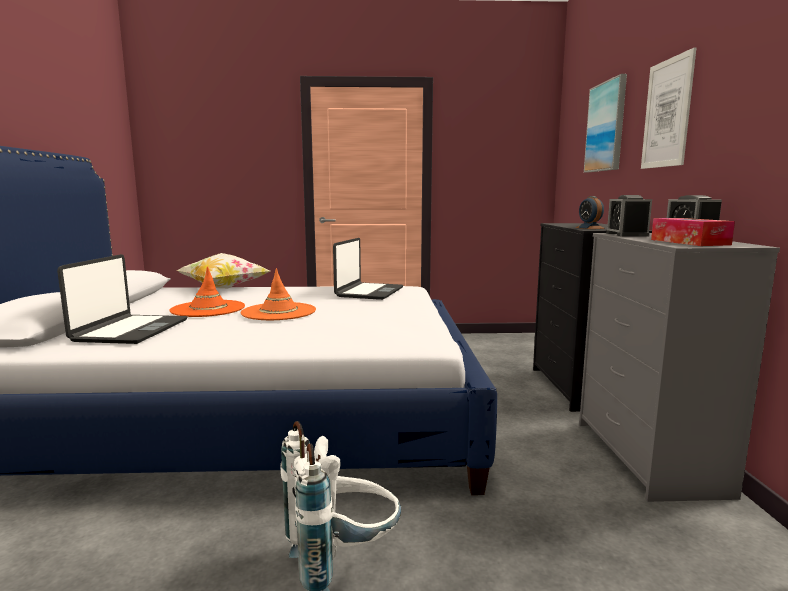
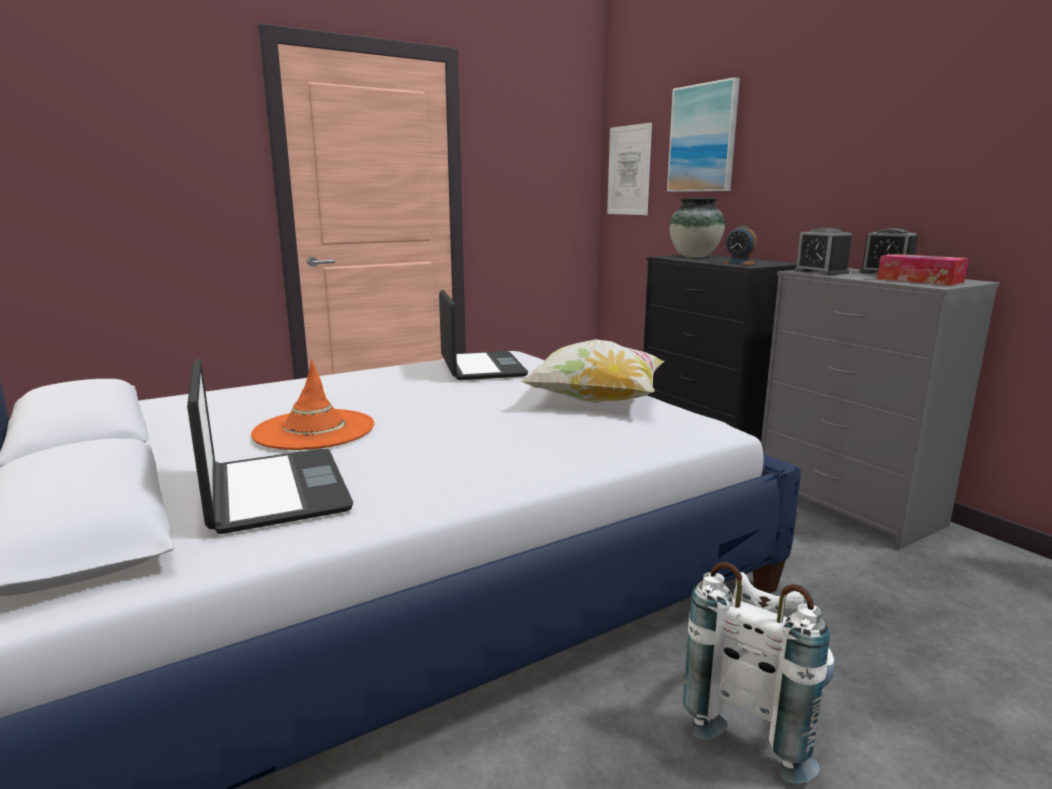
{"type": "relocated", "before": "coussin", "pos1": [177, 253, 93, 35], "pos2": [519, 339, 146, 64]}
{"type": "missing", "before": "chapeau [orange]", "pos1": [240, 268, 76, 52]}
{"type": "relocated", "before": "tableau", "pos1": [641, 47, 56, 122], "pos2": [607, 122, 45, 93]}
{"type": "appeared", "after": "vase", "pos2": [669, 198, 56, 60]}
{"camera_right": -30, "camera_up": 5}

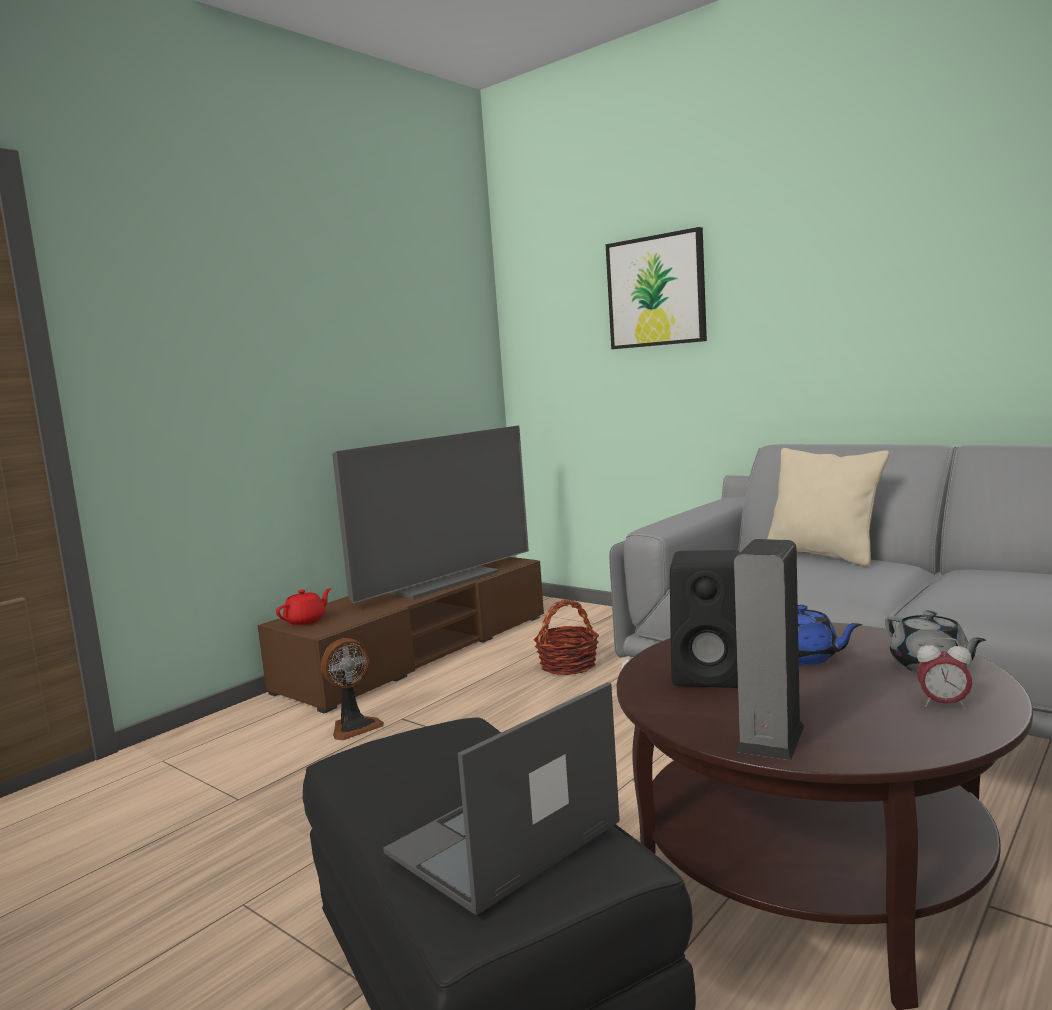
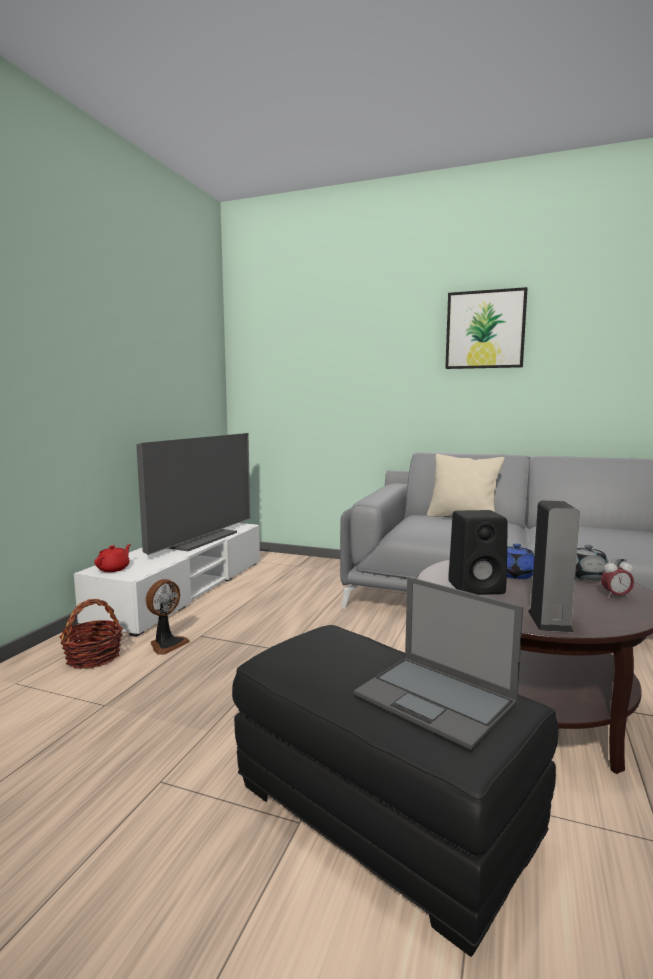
{"type": "colour", "before": "meuble télé [marron]", "after": "meuble télé [blanc]", "pos1": [258, 557, 286, 156], "pos2": [74, 523, 186, 114]}
{"type": "spun", "before": "ordinateur portable", "pos1": [383, 682, 237, 234], "pos2": [354, 577, 169, 173], "turn": -75}
{"type": "relocated", "before": "panier", "pos1": [533, 600, 66, 75], "pos2": [60, 599, 63, 70]}
{"type": "relocated", "before": "tableau", "pos1": [606, 227, 101, 122], "pos2": [445, 287, 83, 82]}
{"camera_right": -20, "camera_up": 0}

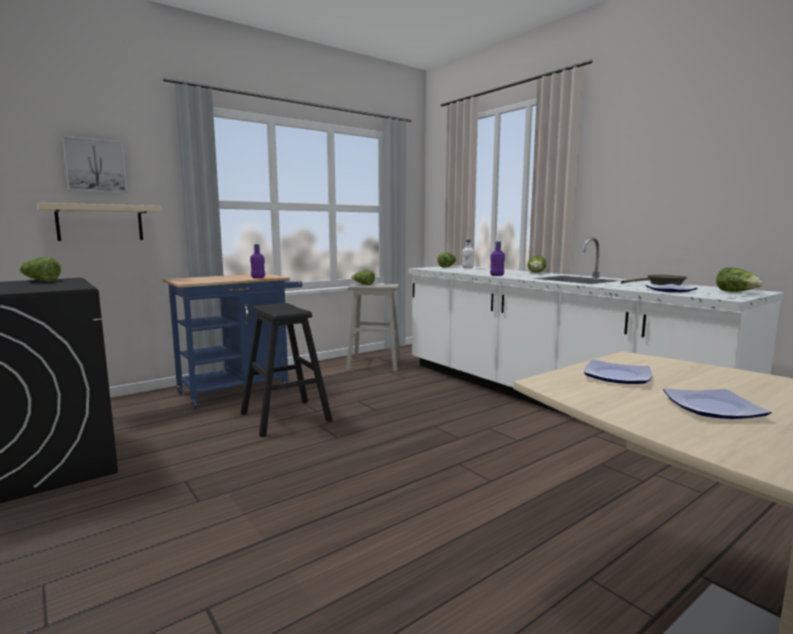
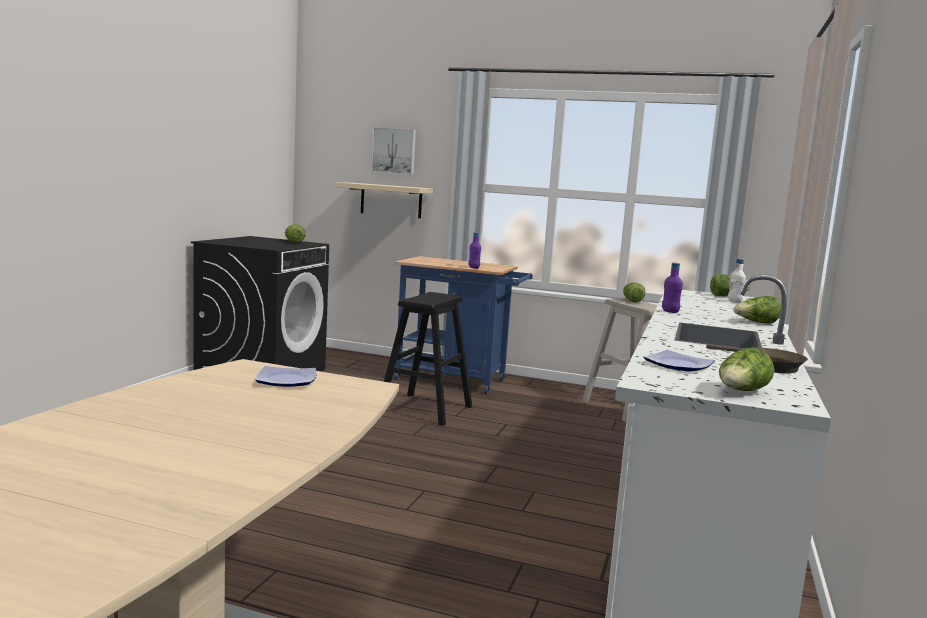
{"type": "missing", "before": "assiette", "pos1": [663, 388, 108, 31]}
{"camera_right": 55, "camera_up": 0}

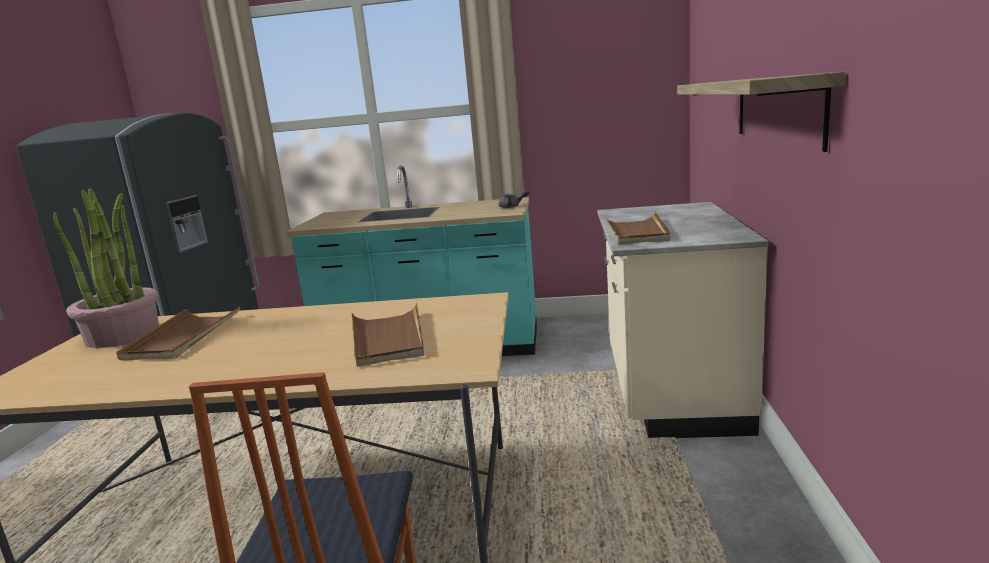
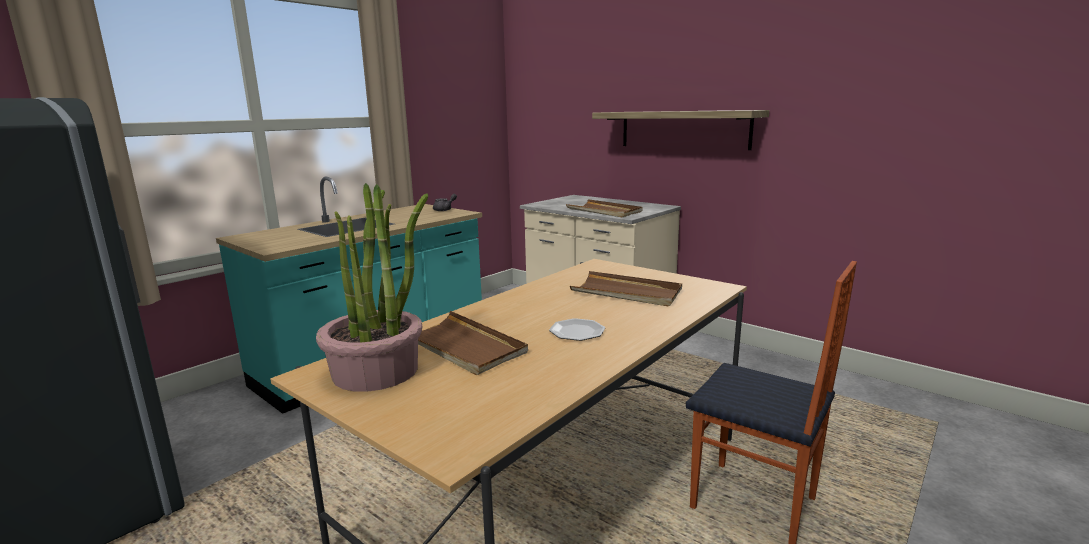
{"type": "appeared", "after": "assiette", "pos2": [549, 318, 56, 23]}
{"camera_right": -55, "camera_up": 0}

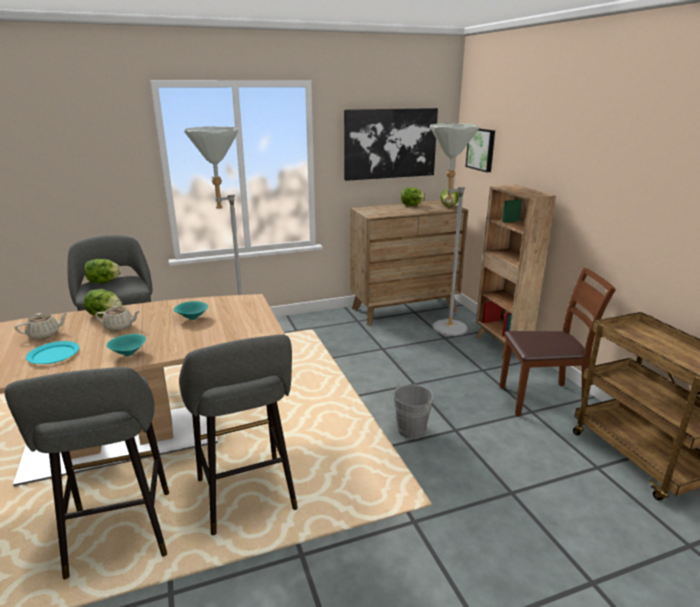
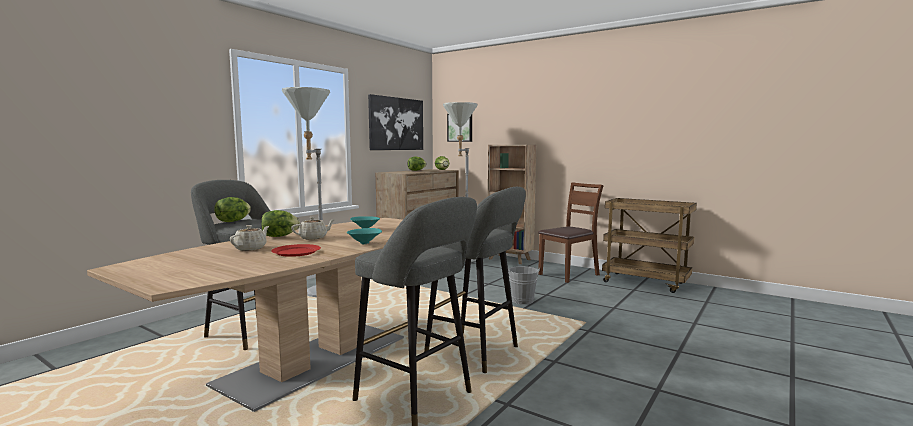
{"type": "colour", "before": "assiette [turquoise]", "after": "assiette [rouge]", "pos1": [26, 341, 54, 23], "pos2": [271, 244, 50, 13]}
{"camera_right": -35, "camera_up": -15}

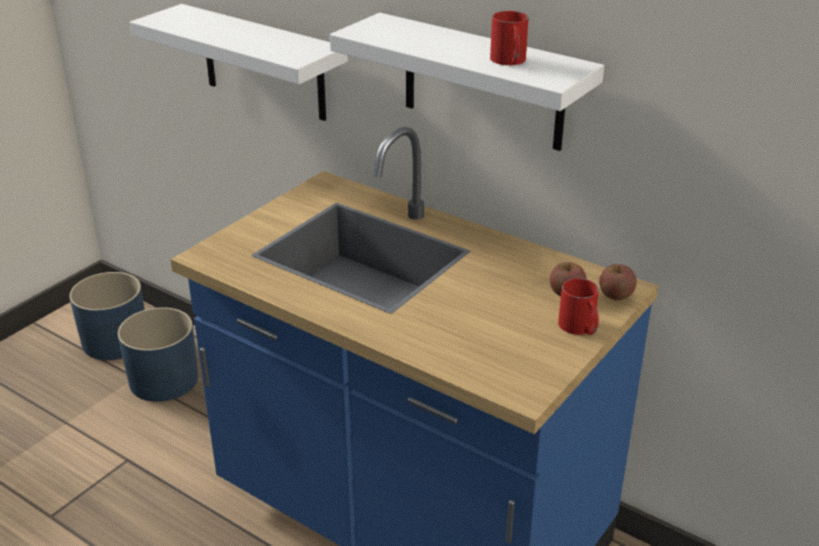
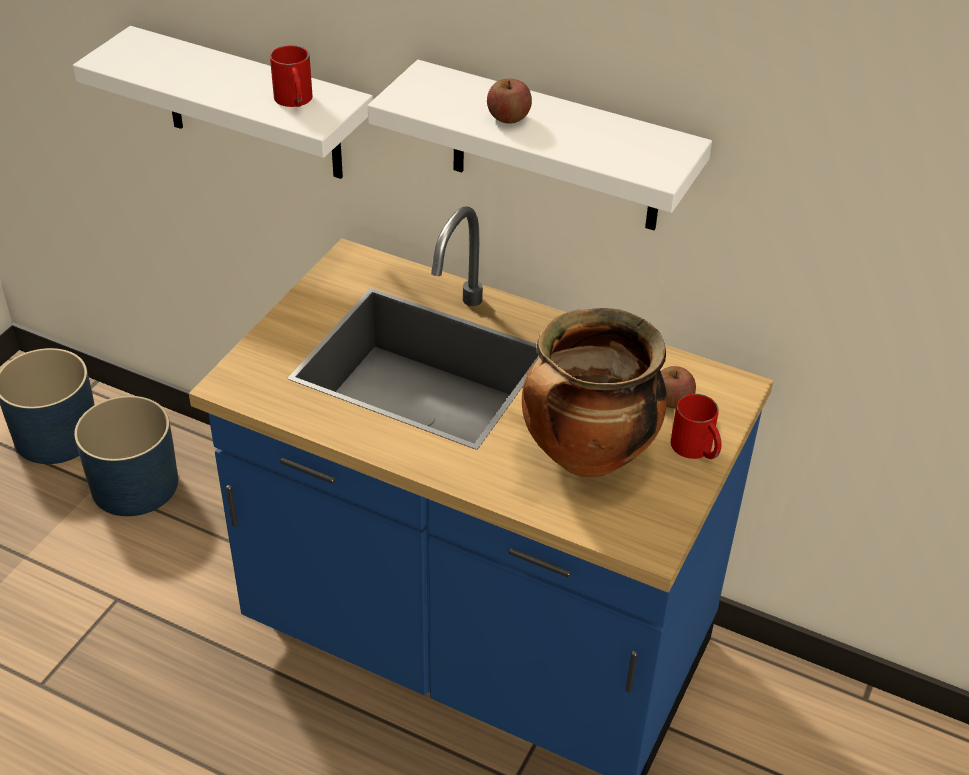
{"type": "relocated", "before": "mug [rouge]", "pos1": [490, 11, 39, 54], "pos2": [270, 45, 43, 62]}
{"type": "relocated", "before": "pomme", "pos1": [599, 264, 38, 36], "pos2": [487, 79, 45, 45]}
{"type": "appeared", "after": "marmite", "pos2": [522, 308, 145, 170]}
{"camera_right": -10, "camera_up": 10}

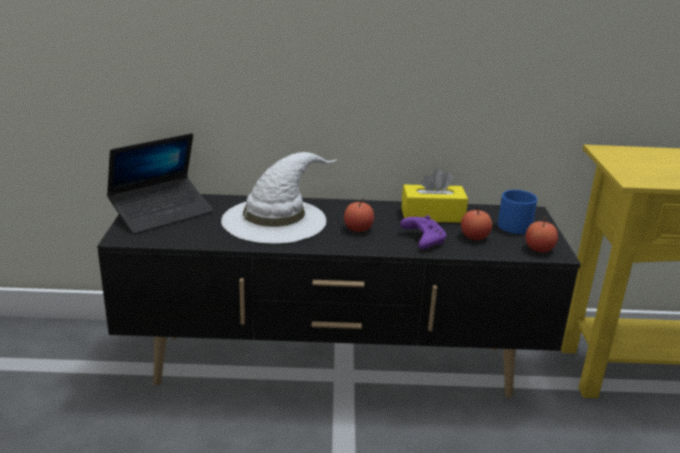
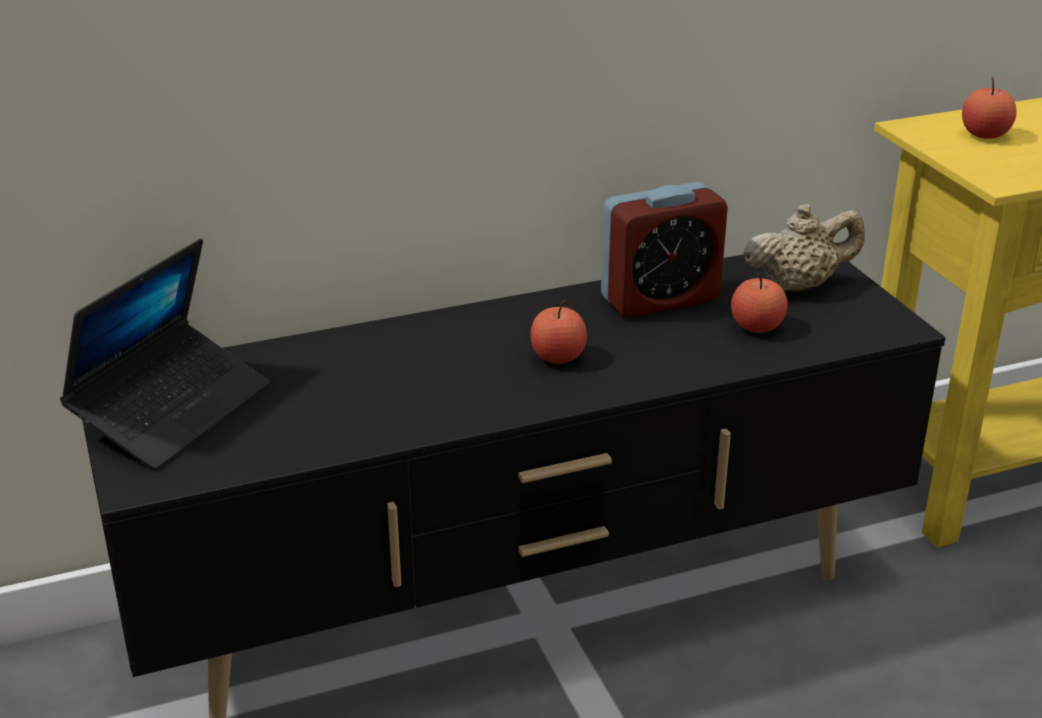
{"type": "missing", "before": "chapeau [blanc]", "pos1": [221, 152, 116, 92]}
{"type": "missing", "before": "manette [violet]", "pos1": [400, 215, 46, 34]}
{"type": "exchanged", "before": "boîte à mouchoirs [jaune]", "after": "réveil", "pos1": [401, 168, 67, 55], "pos2": [601, 182, 127, 136]}
{"type": "exchanged", "before": "mug [bleu]", "after": "théière [beige]", "pos1": [498, 190, 39, 44], "pos2": [743, 204, 121, 88]}
{"type": "relocated", "before": "pomme", "pos1": [525, 216, 33, 36], "pos2": [962, 77, 55, 62]}
{"camera_right": -20, "camera_up": 5}

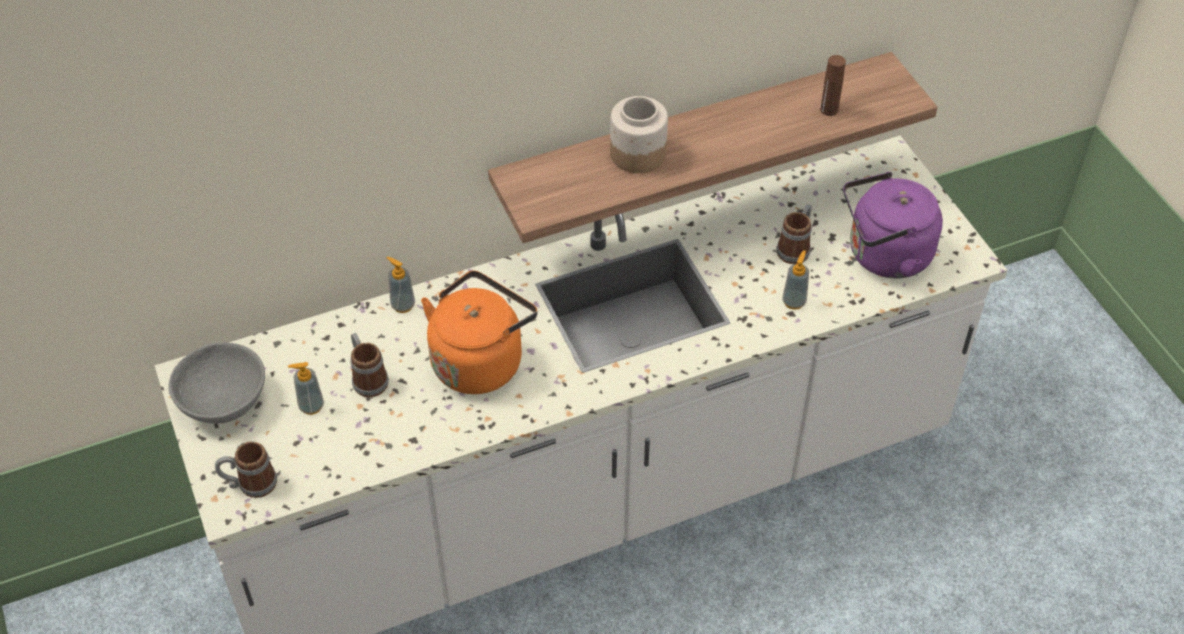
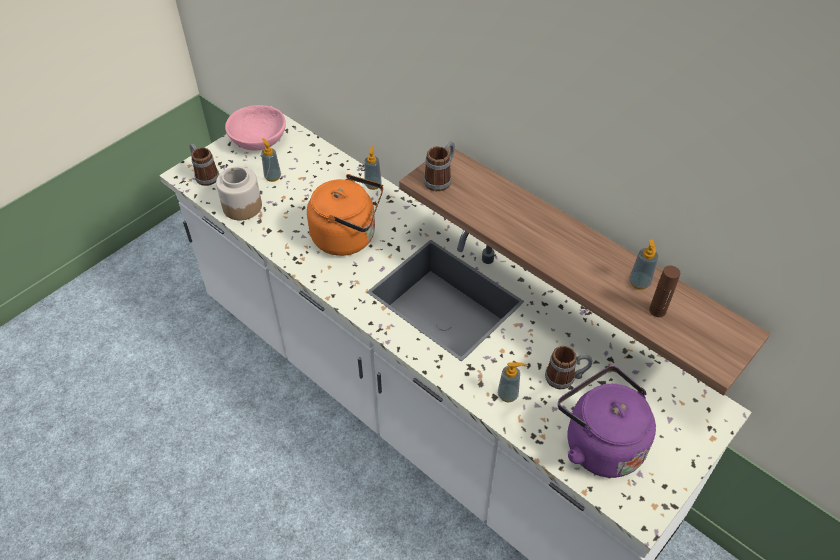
{"type": "colour", "before": "bol [gris]", "after": "bol [rose]", "pos1": [168, 342, 97, 82], "pos2": [225, 105, 61, 46]}
{"type": "relocated", "before": "mug", "pos1": [350, 333, 39, 64], "pos2": [424, 141, 31, 50]}
{"type": "relocated", "before": "bocal", "pos1": [610, 96, 58, 77], "pos2": [216, 167, 46, 53]}
{"type": "appeared", "after": "distributeur de savon", "pos2": [629, 240, 29, 50]}
{"camera_right": 65, "camera_up": 0}

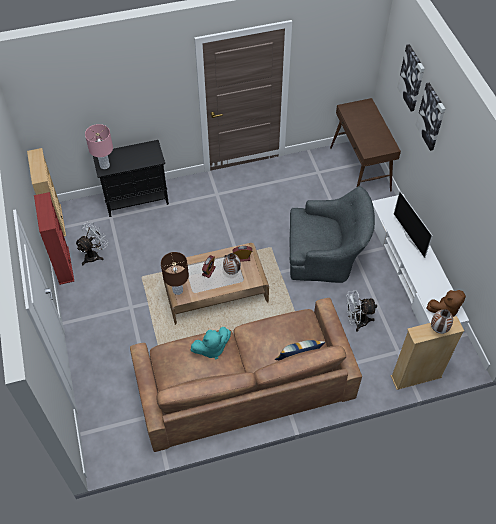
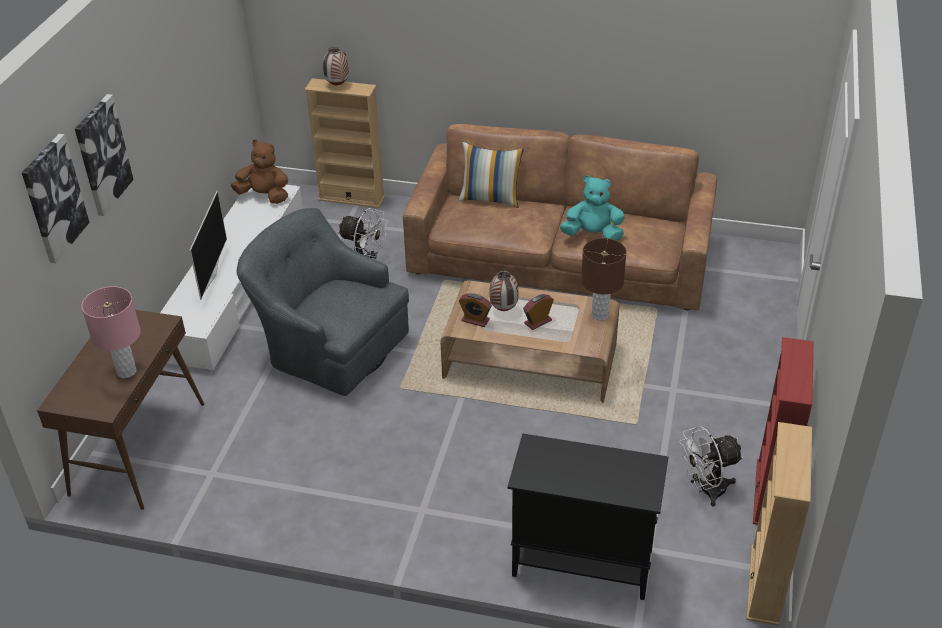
{"type": "relocated", "before": "lampe de table [rose]", "pos1": [85, 124, 28, 45], "pos2": [82, 286, 59, 92]}
{"camera_right": -150, "camera_up": -15}

